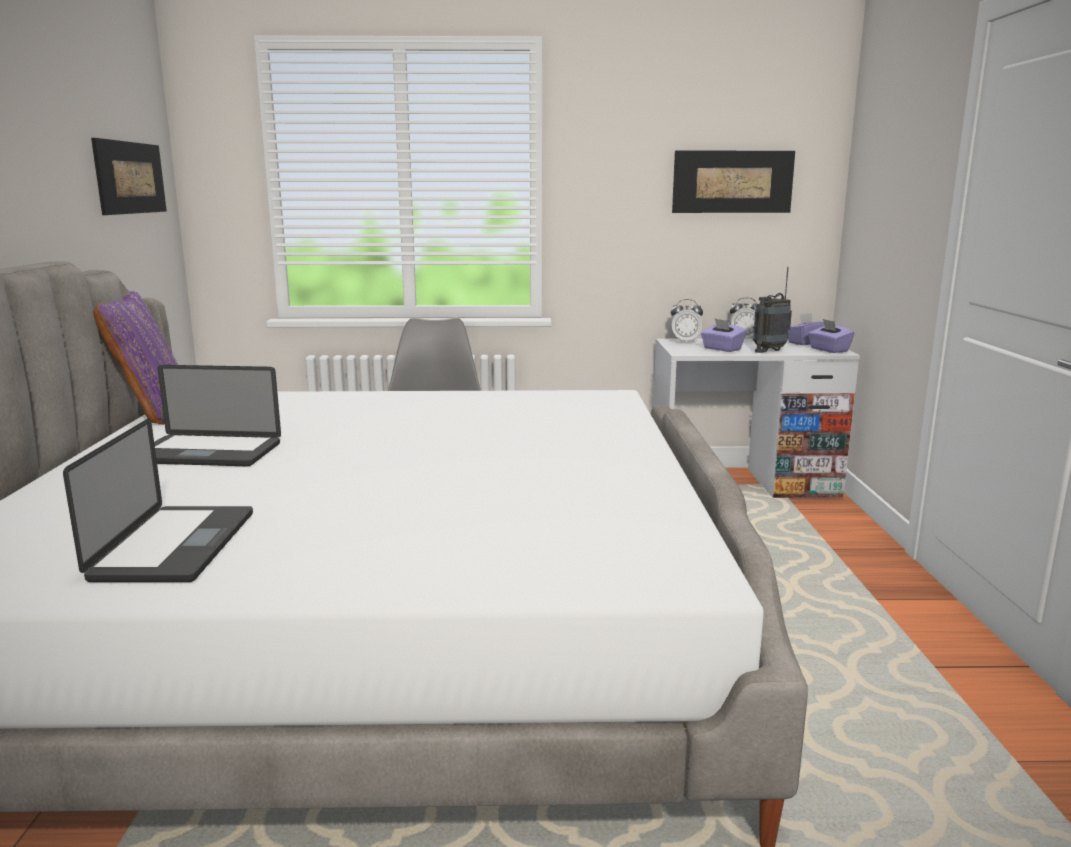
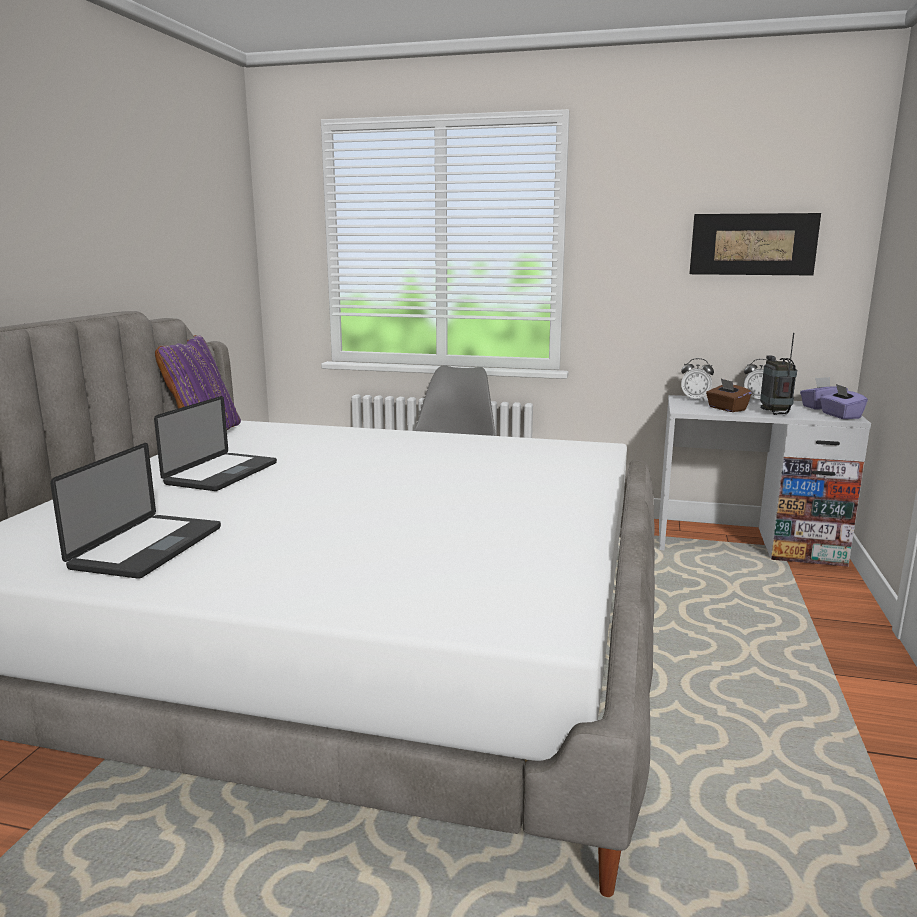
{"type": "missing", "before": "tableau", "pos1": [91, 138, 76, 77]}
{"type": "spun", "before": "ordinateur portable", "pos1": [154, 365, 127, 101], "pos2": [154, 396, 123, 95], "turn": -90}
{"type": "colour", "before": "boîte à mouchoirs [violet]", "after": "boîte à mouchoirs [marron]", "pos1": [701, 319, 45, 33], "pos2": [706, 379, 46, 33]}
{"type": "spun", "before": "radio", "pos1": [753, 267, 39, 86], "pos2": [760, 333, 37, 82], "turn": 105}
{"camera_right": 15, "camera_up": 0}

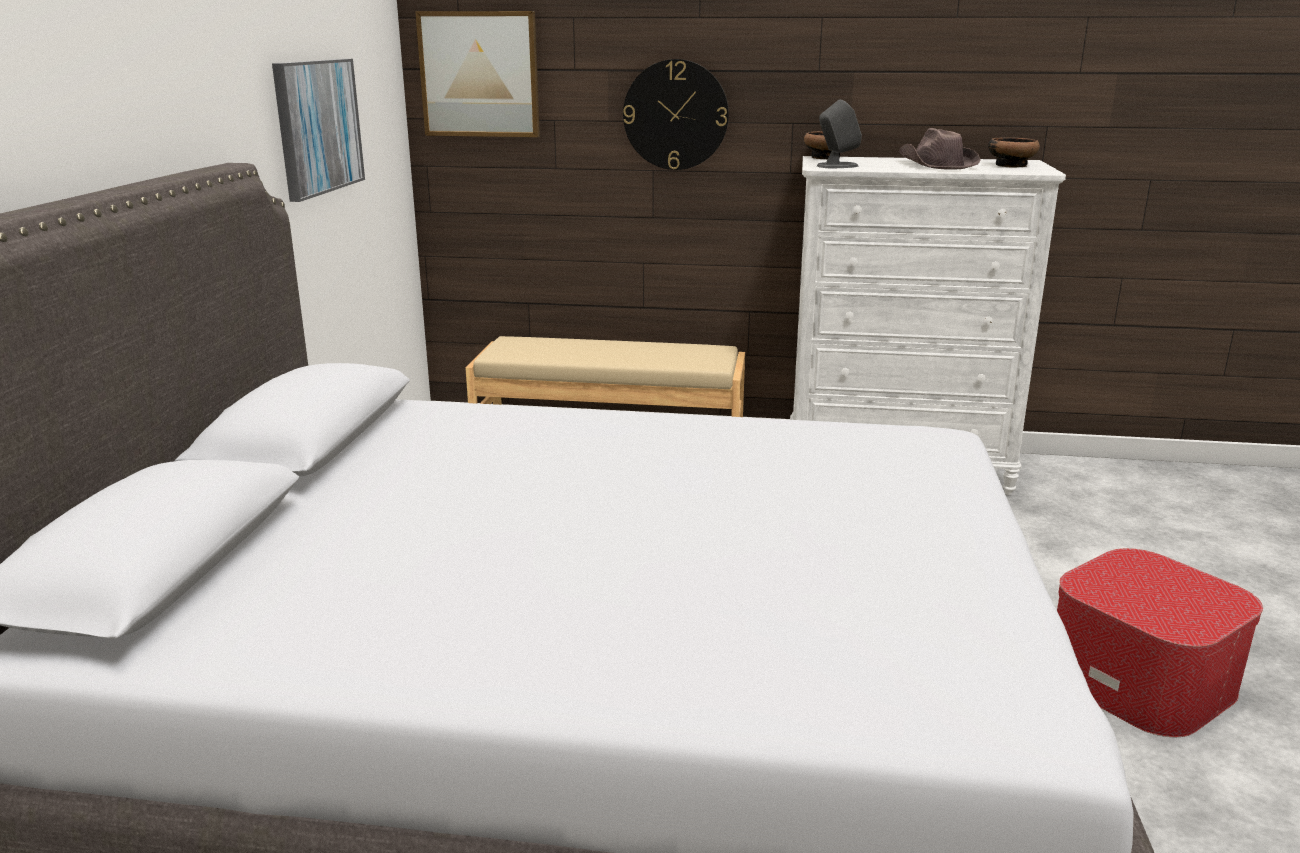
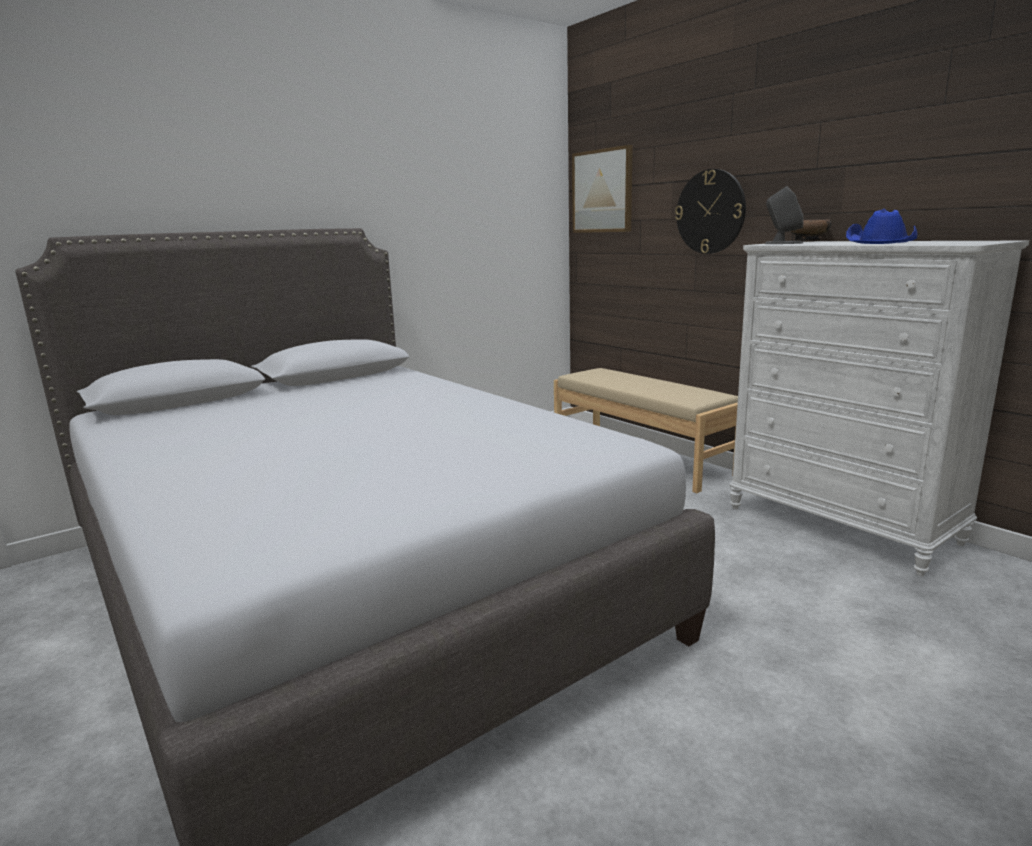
{"type": "missing", "before": "tableau", "pos1": [272, 59, 93, 143]}
{"type": "colour", "before": "chapeau [marron]", "after": "chapeau [bleu]", "pos1": [899, 128, 81, 41], "pos2": [846, 209, 72, 35]}
{"type": "missing", "before": "bol", "pos1": [988, 137, 52, 31]}
{"type": "missing", "before": "pouf", "pos1": [1057, 548, 206, 189]}
{"camera_right": 45, "camera_up": -5}

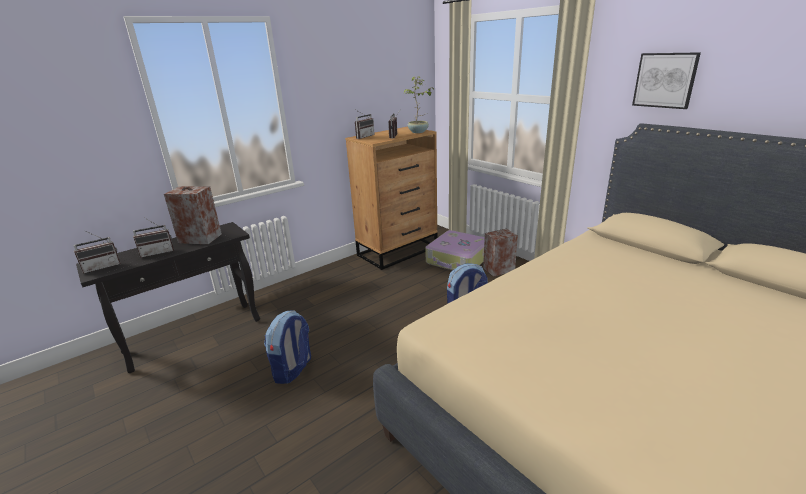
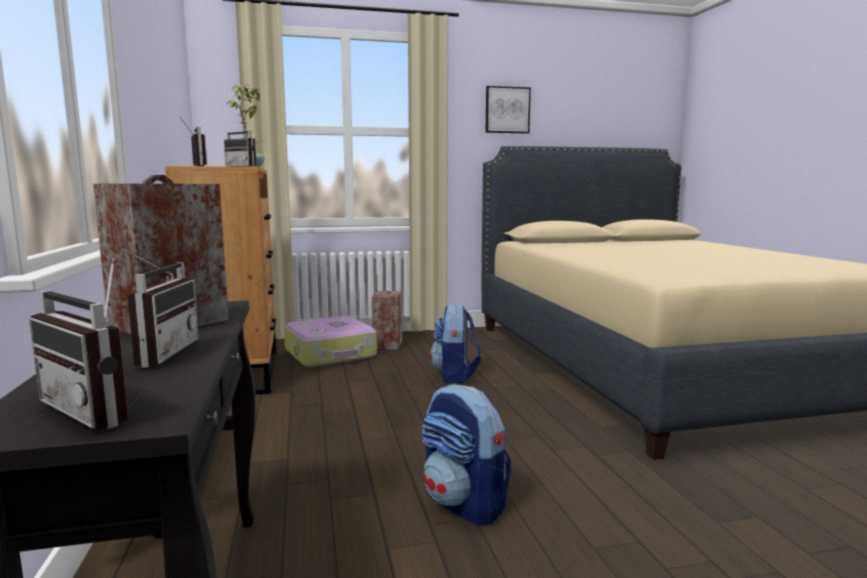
{"type": "spun", "before": "radio", "pos1": [73, 231, 48, 43], "pos2": [29, 258, 99, 172], "turn": 135}
{"camera_right": -65, "camera_up": -15}

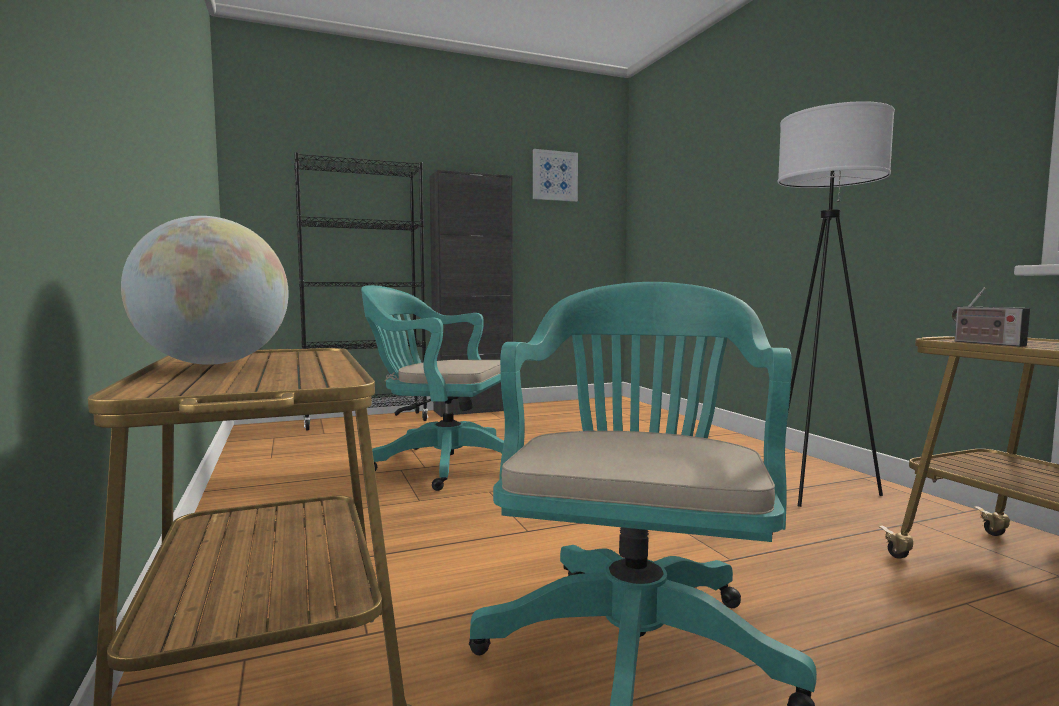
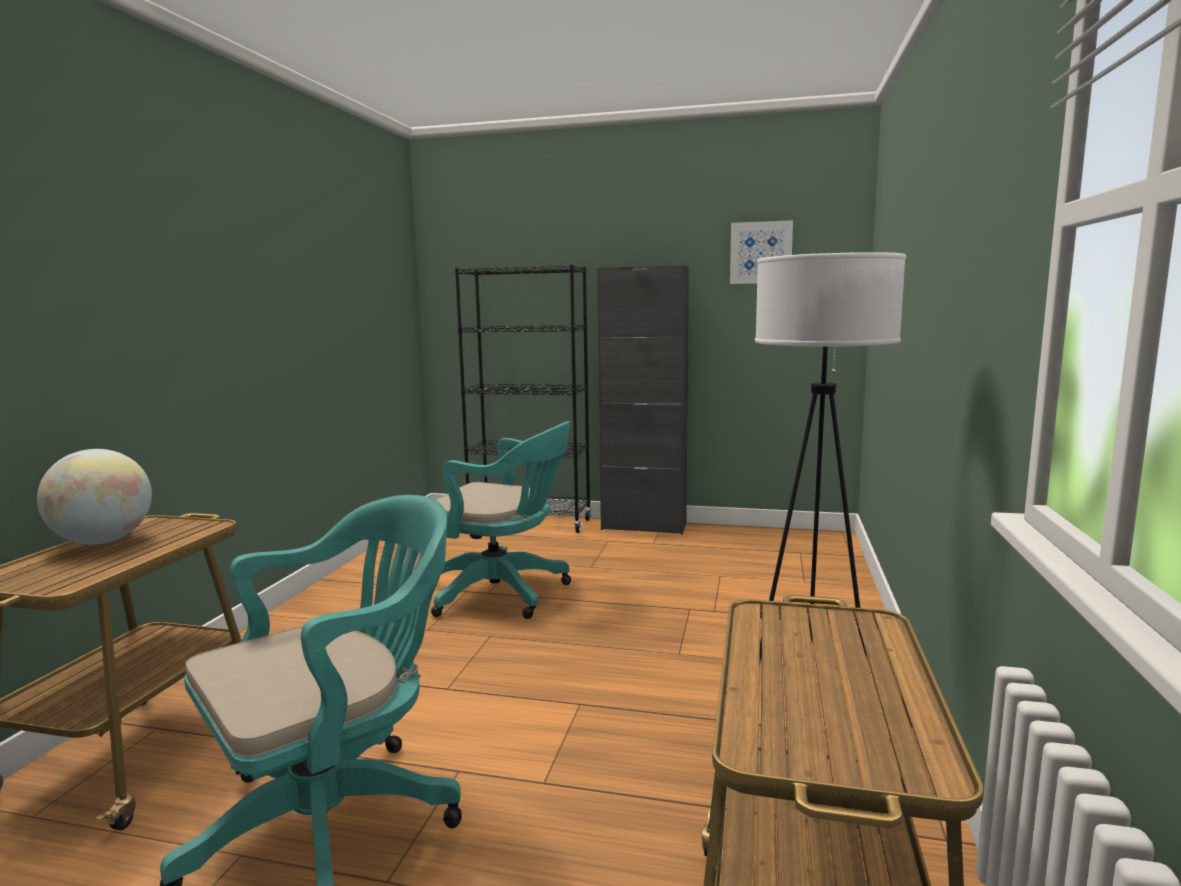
{"type": "spun", "before": "chaise de bureau [turquoise]", "pos1": [361, 285, 143, 206], "pos2": [431, 421, 140, 198], "turn": 150}
{"type": "missing", "before": "radio", "pos1": [952, 287, 78, 59]}
{"camera_right": 35, "camera_up": 5}

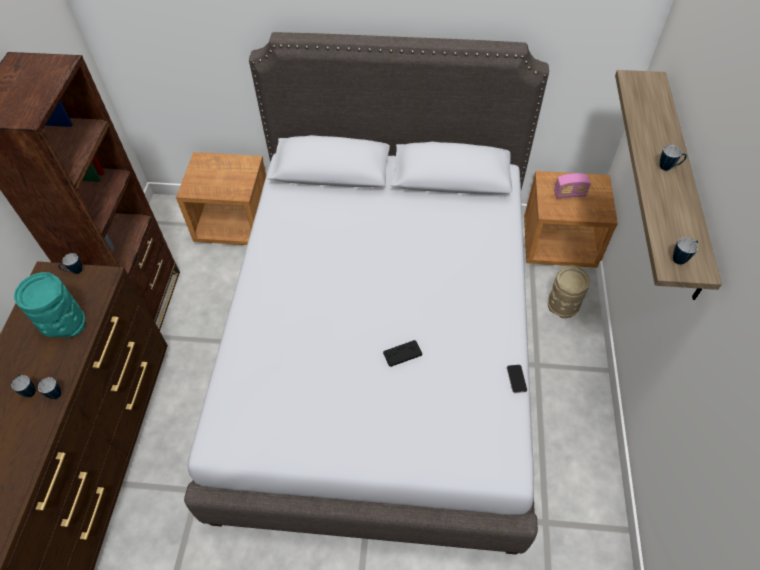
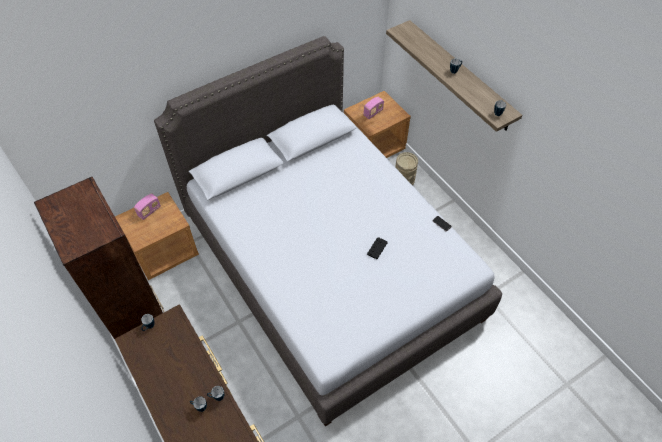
{"type": "missing", "before": "vase [turquoise]", "pos1": [14, 272, 71, 66]}
{"type": "appeared", "after": "radio", "pos2": [134, 193, 27, 27]}
{"camera_right": -40, "camera_up": 0}

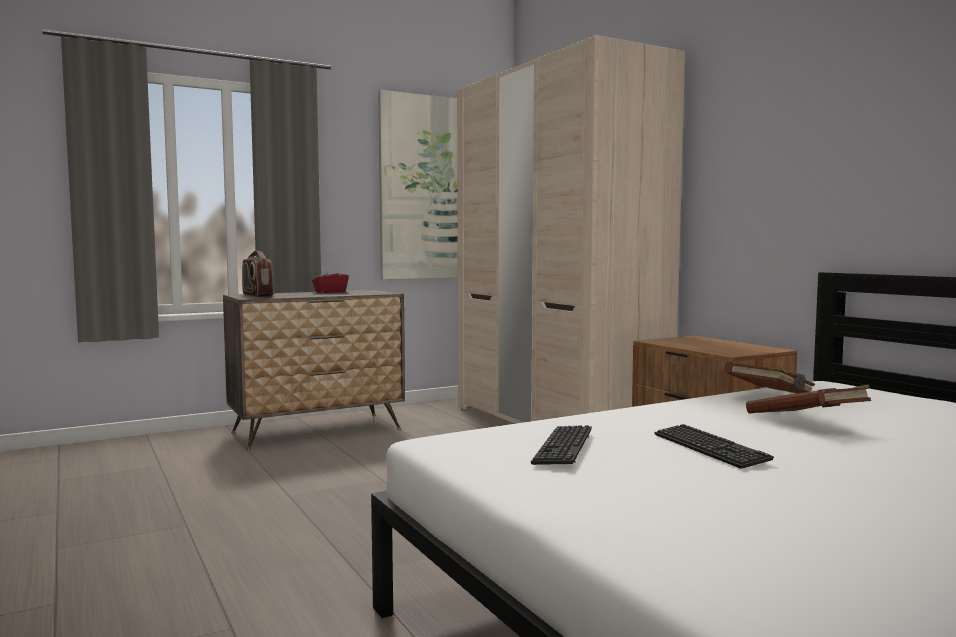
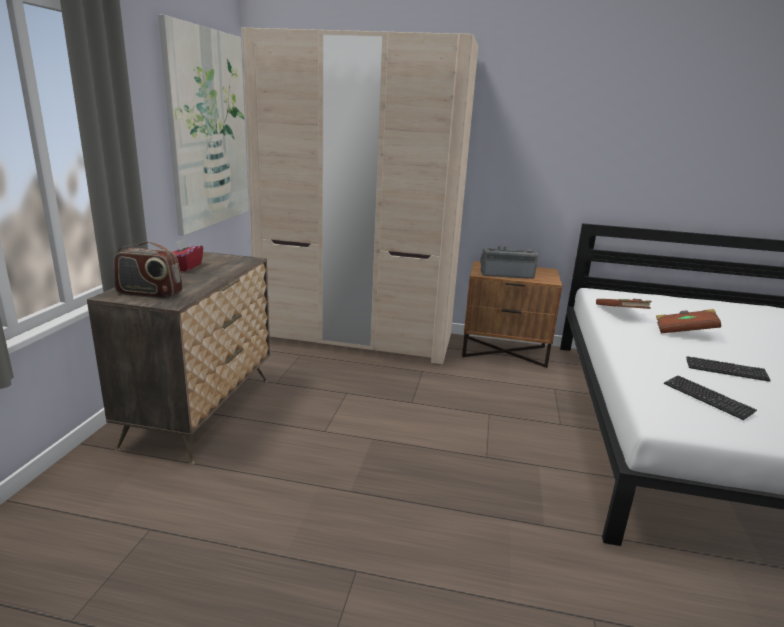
{"type": "appeared", "after": "radio", "pos2": [480, 246, 58, 33]}
{"camera_right": -50, "camera_up": 15}

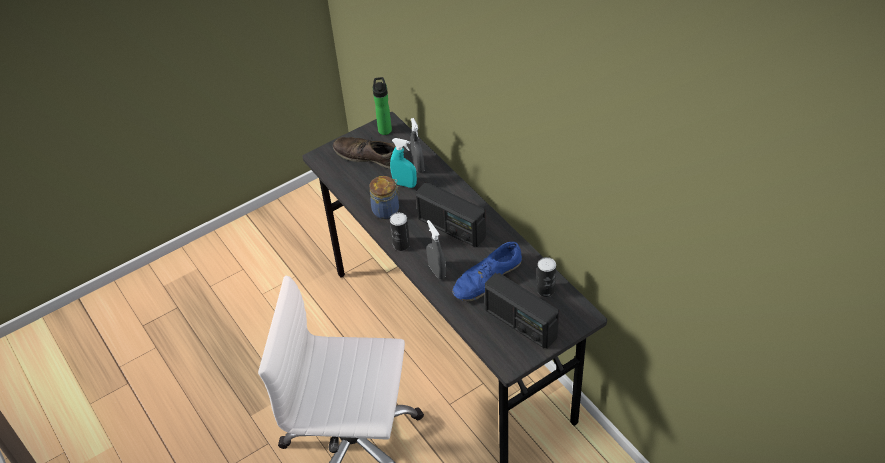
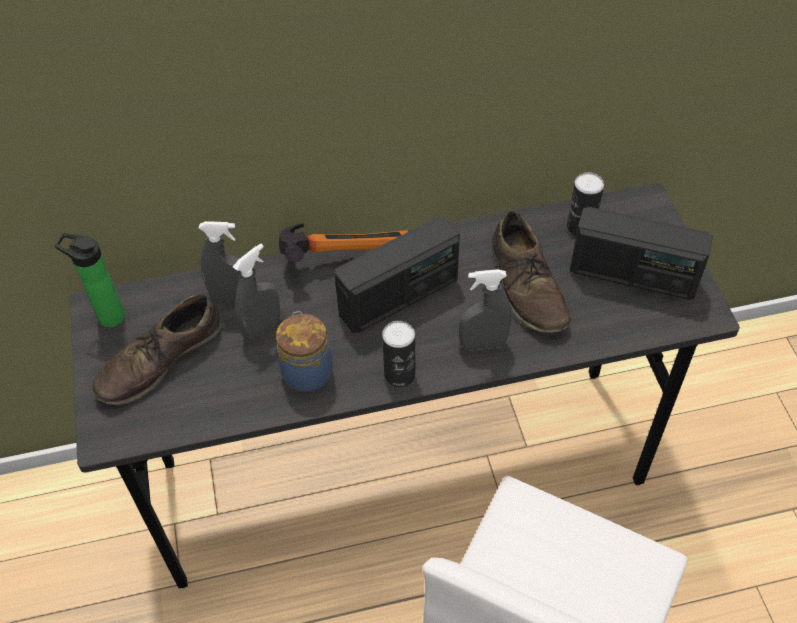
{"type": "colour", "before": "vaporisateur [turquoise]", "after": "vaporisateur [gris]", "pos1": [390, 138, 27, 50], "pos2": [233, 243, 47, 98]}
{"type": "colour", "before": "chaussure [bleu]", "after": "chaussure [marron]", "pos1": [452, 242, 70, 59], "pos2": [491, 211, 80, 123]}
{"type": "spun", "before": "radio", "pos1": [485, 273, 74, 76], "pos2": [570, 206, 143, 94], "turn": 45}
{"type": "appeared", "after": "marteau", "pos2": [279, 223, 130, 39]}
{"camera_right": -70, "camera_up": 5}

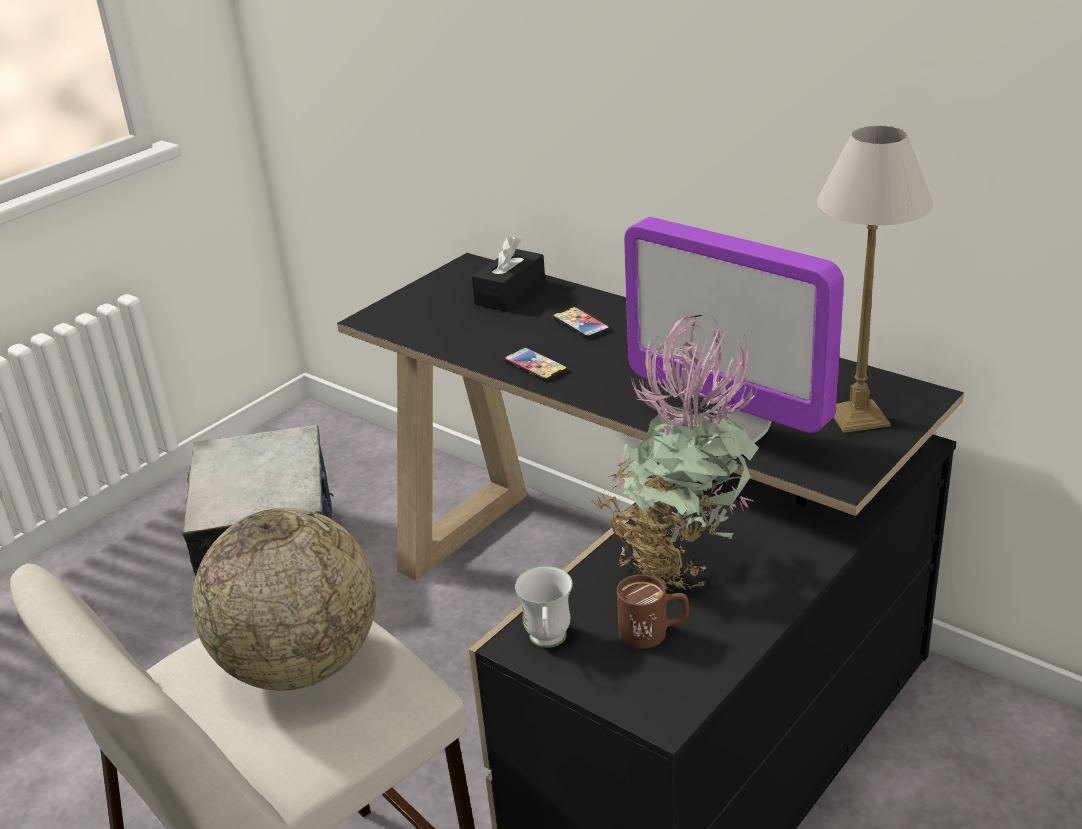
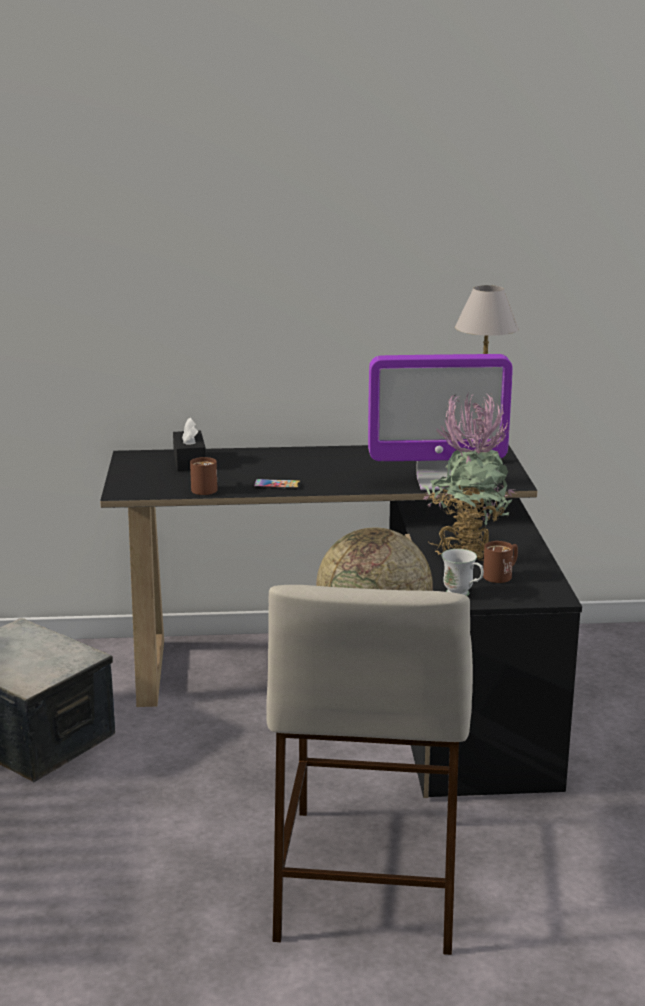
{"type": "missing", "before": "téléphone", "pos1": [553, 307, 57, 32]}
{"type": "appeared", "after": "mug [marron]", "pos2": [190, 457, 27, 38]}
{"camera_right": -45, "camera_up": -10}

